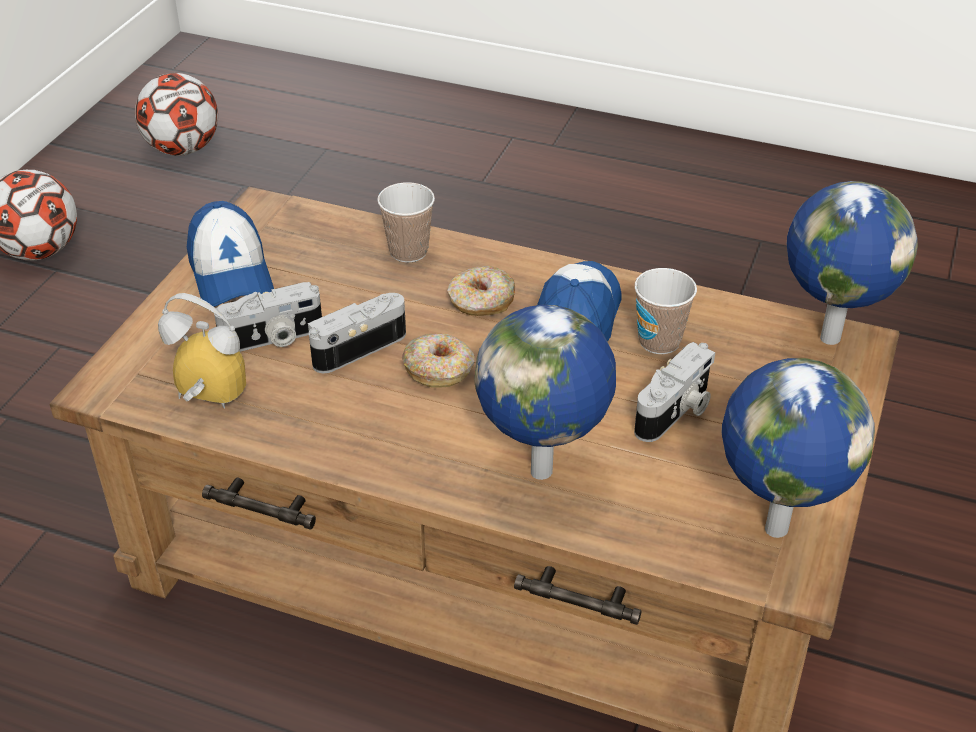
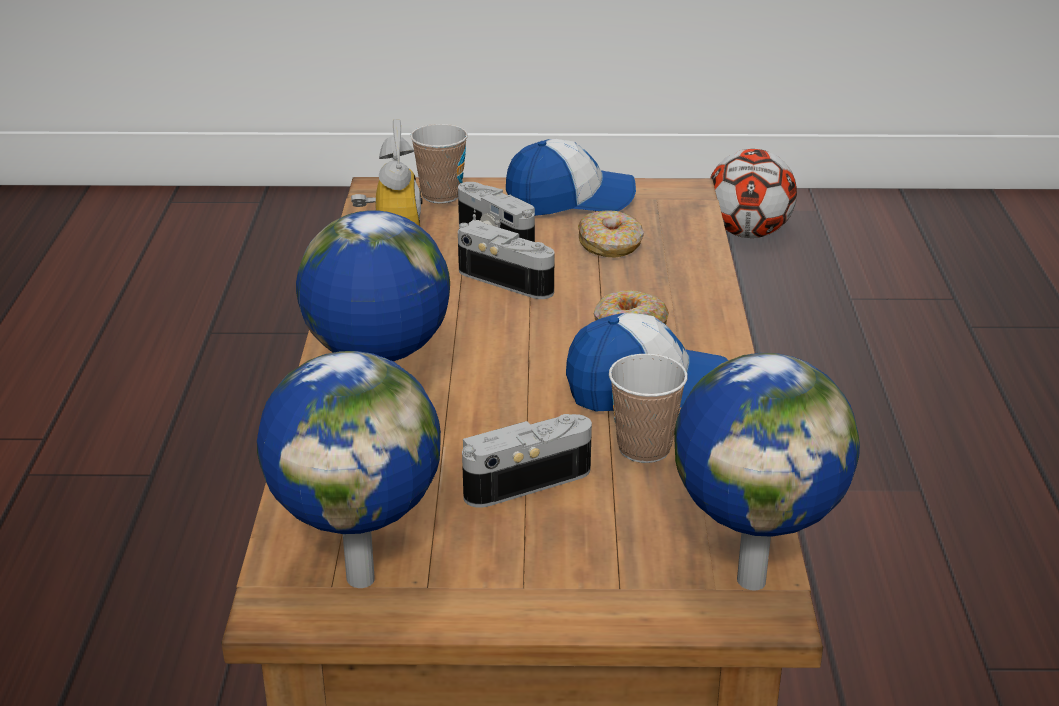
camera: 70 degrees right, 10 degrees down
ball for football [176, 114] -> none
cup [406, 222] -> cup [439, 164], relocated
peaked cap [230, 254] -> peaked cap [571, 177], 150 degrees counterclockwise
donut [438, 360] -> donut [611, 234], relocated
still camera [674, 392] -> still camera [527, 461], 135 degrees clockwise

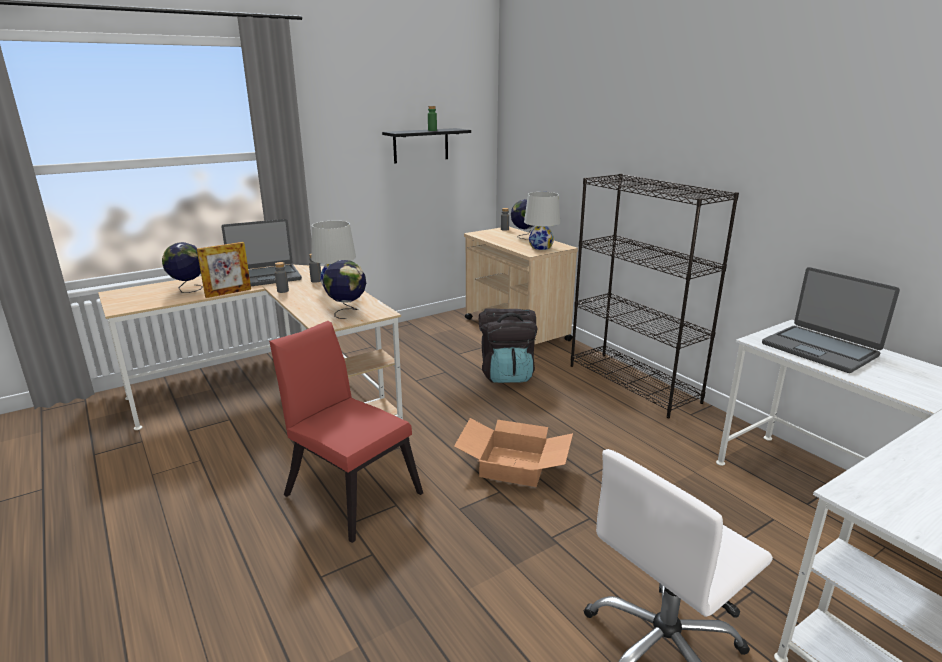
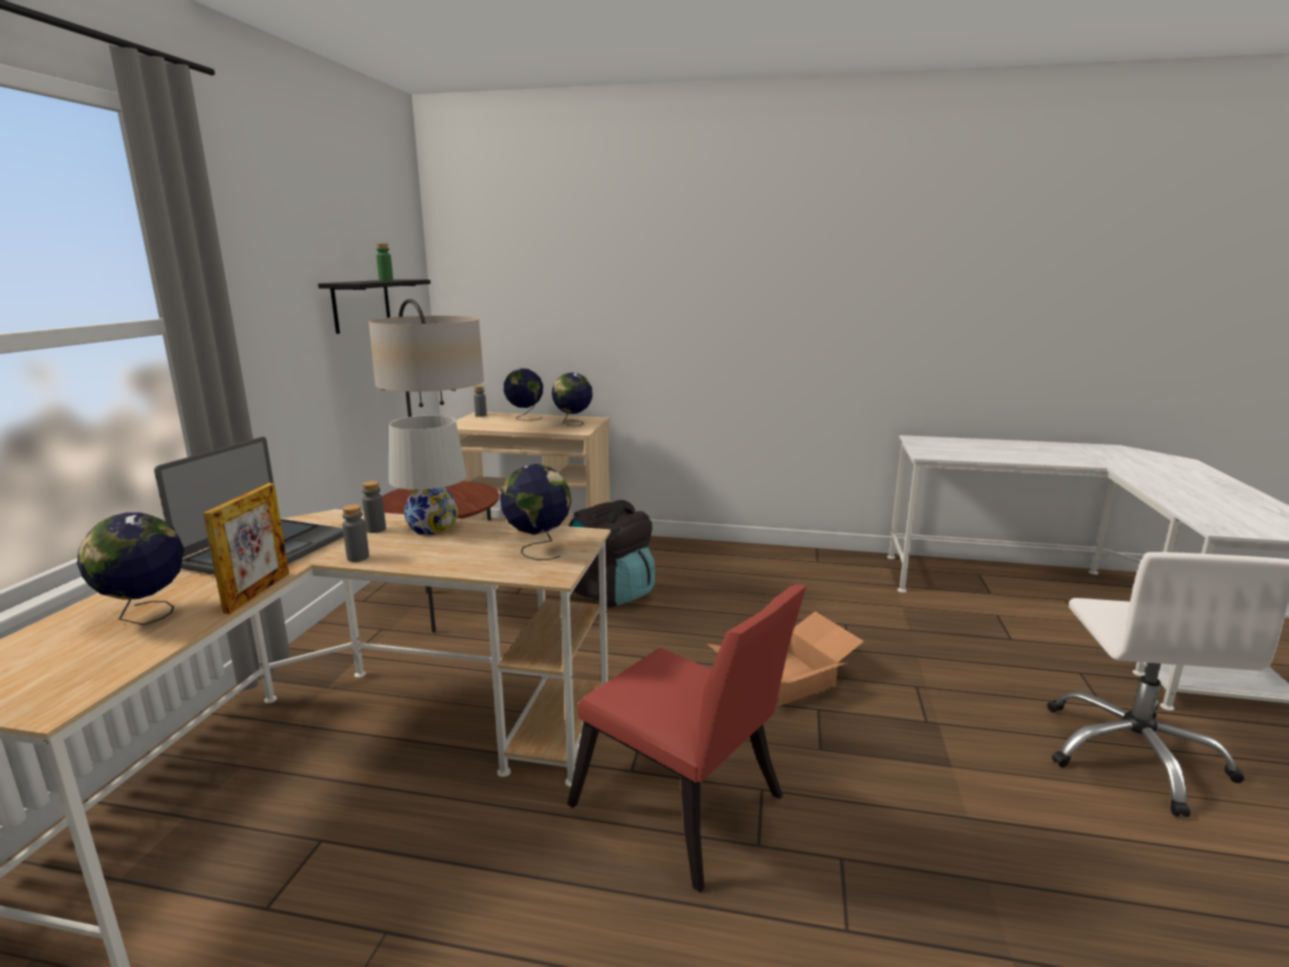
camera: 45 degrees left, 5 degrees down
blackish bookshelf [655, 296] -> none
white-coloured lamp for a table [542, 221] -> globe [572, 399]
portable computer [831, 320] -> none
red upright chair [346, 432] -> red upright chair [686, 738], 135 degrees counterclockwise
none -> standard lamp [434, 465]

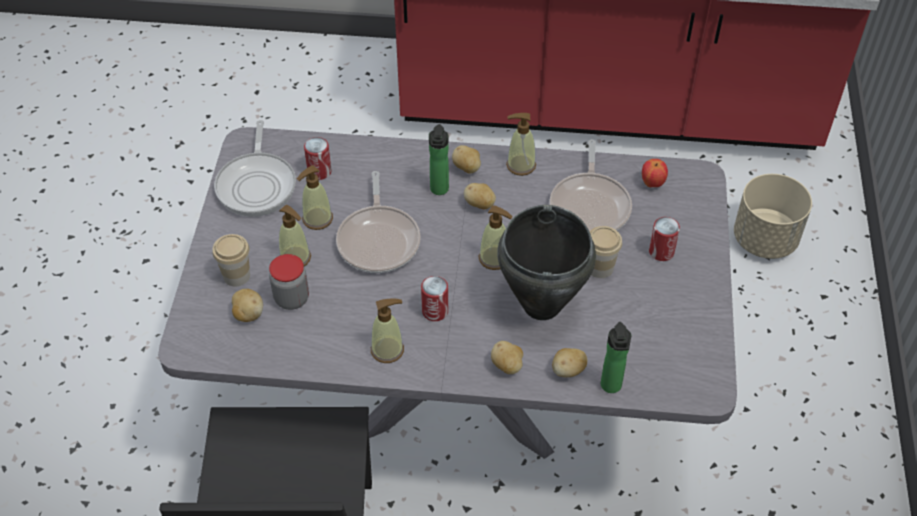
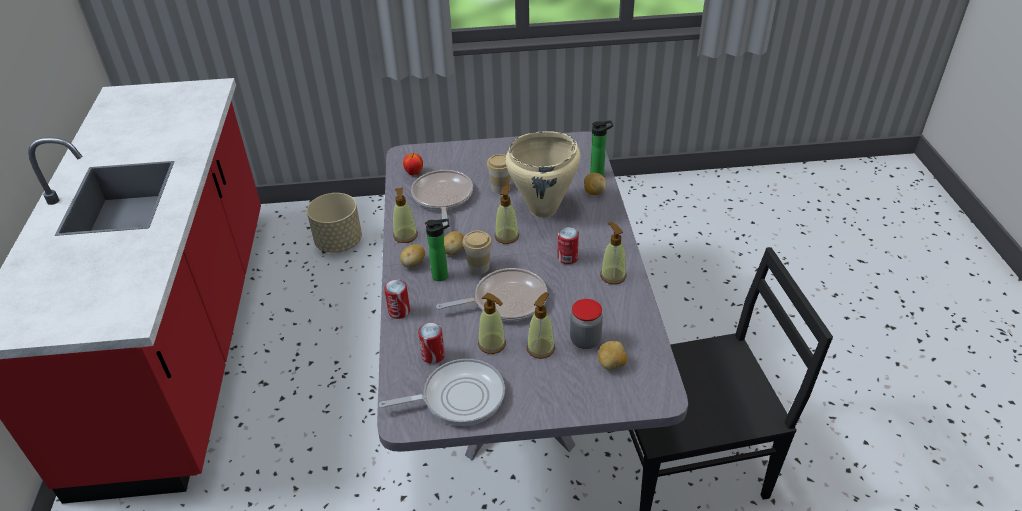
camera: 100 degrees left, 10 degrees down
pan [590, 186] -> pan [442, 198], 90 degrees counterclockwise
blackish stockpot [546, 262] -> sand-coloured stockpot [543, 174]
can [664, 239] -> can [397, 299], relocated
cup [231, 260] -> cup [477, 252], relocated
whole potato [507, 357] -> none

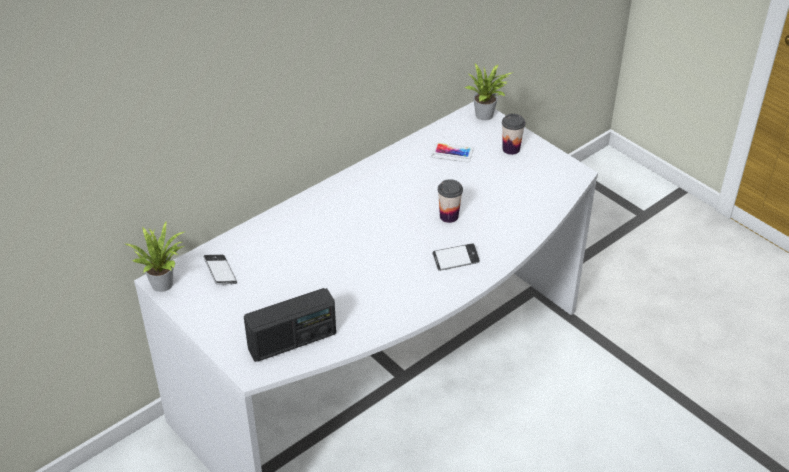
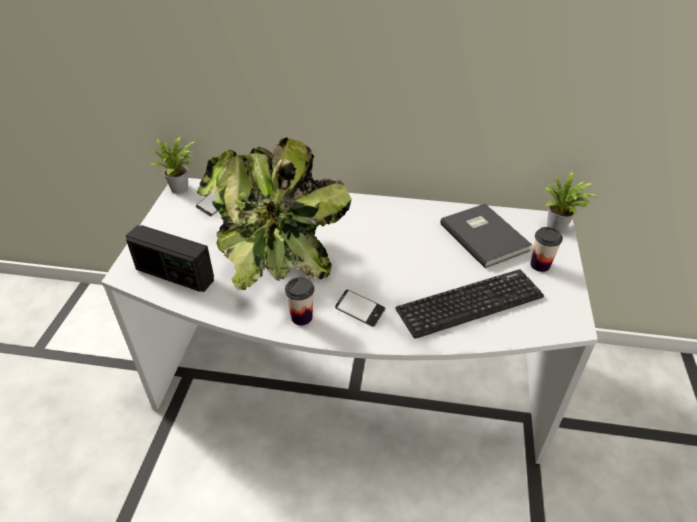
camera: 50 degrees right, 0 degrees up
telephone [452, 152] -> grey bound book [486, 236]
cup [450, 201] -> cup [299, 301], relocated
none -> houseplant [274, 213]
none -> keyboard [469, 304]

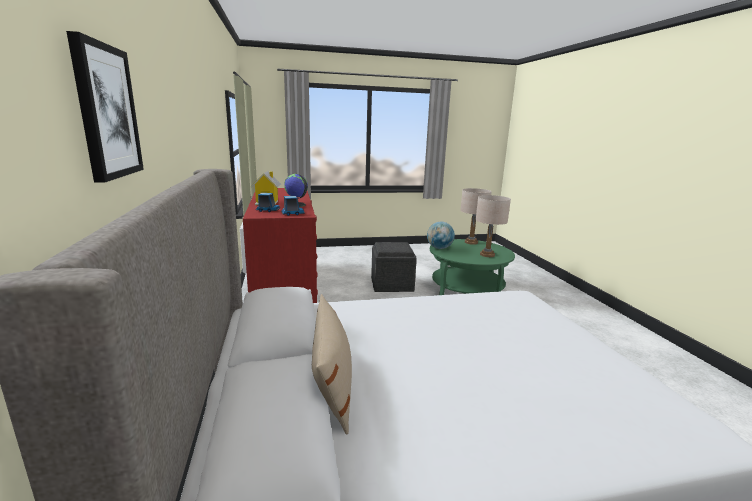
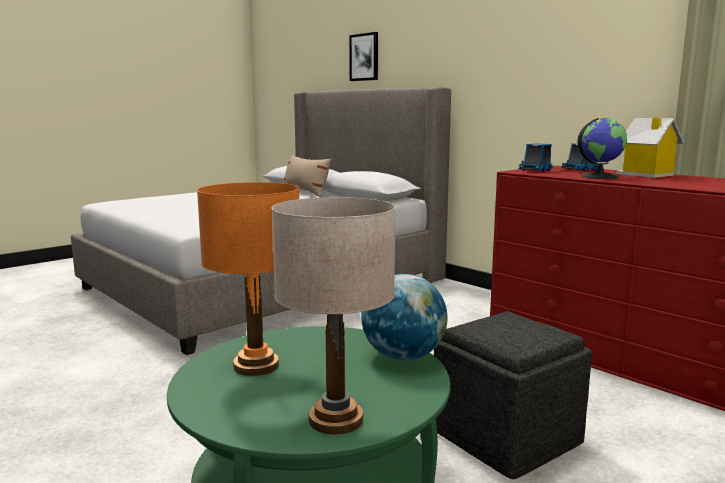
camera: 150 degrees right, 5 degrees down
sand-coloured lamp for a table [493, 226] -> orange lamp for a table [248, 279]

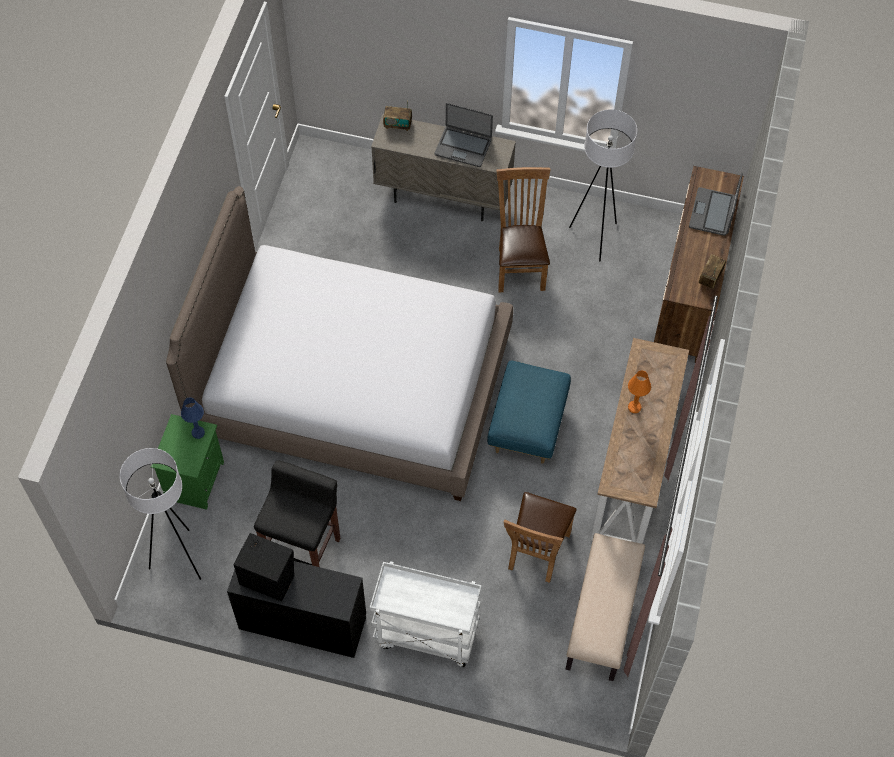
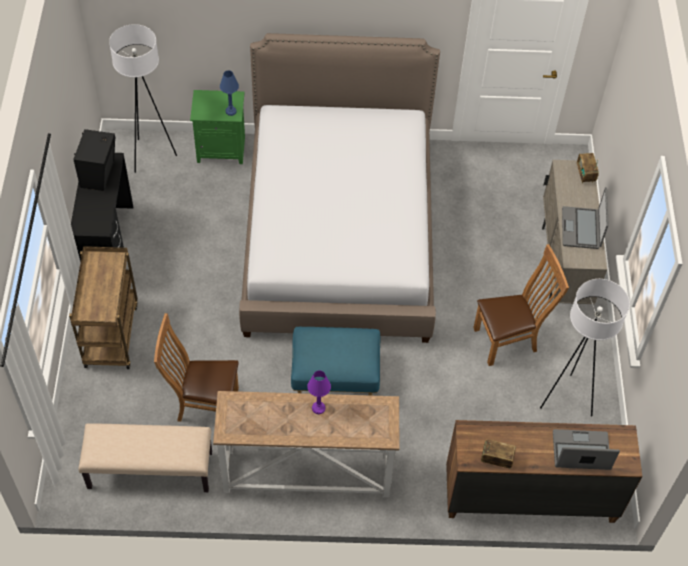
camera: 75 degrees right, 5 degrees down
orange lamp for a table [639, 392] -> purple-coloured lamp for a table [319, 392]
blackish stool [297, 513] -> none
white-coloured cart [426, 614] -> brown-coloured cart [103, 307]

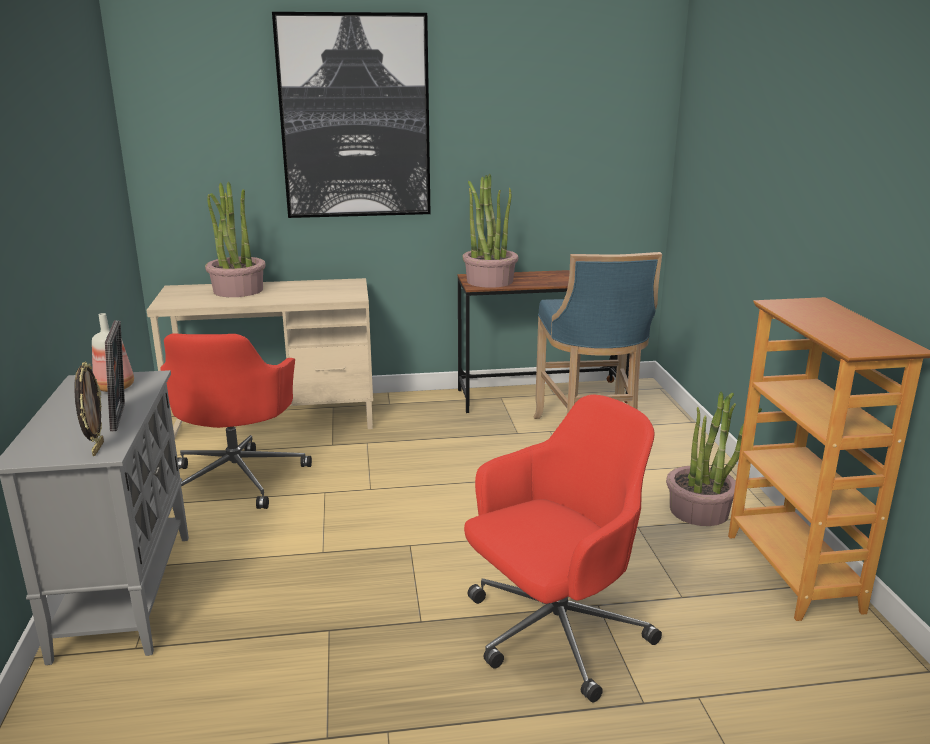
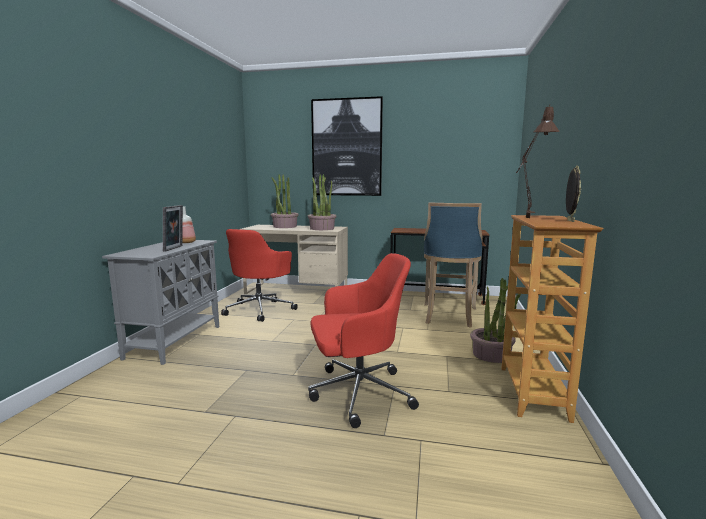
camera: 20 degrees right, 10 degrees down
houseplant [490, 231] -> houseplant [322, 202], relocated
photo frame [89, 408] -> photo frame [573, 194], relocated
none -> brown-coloured lamp for a table [538, 161]

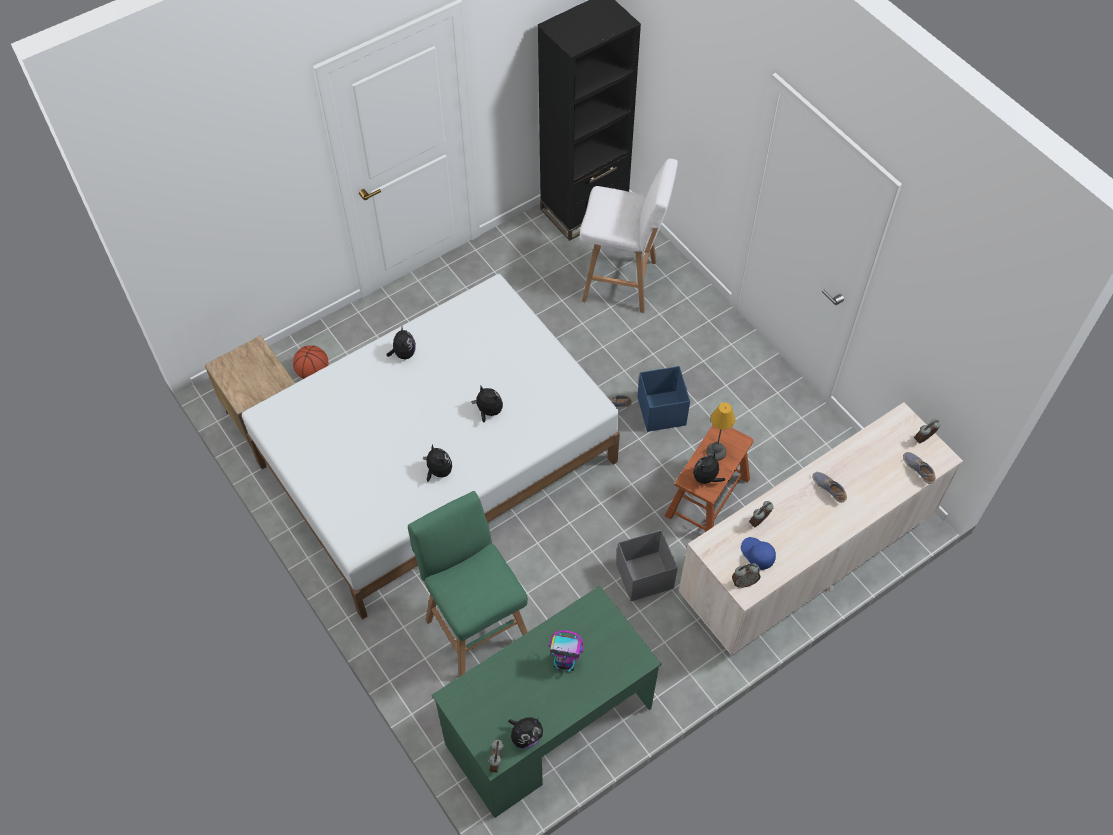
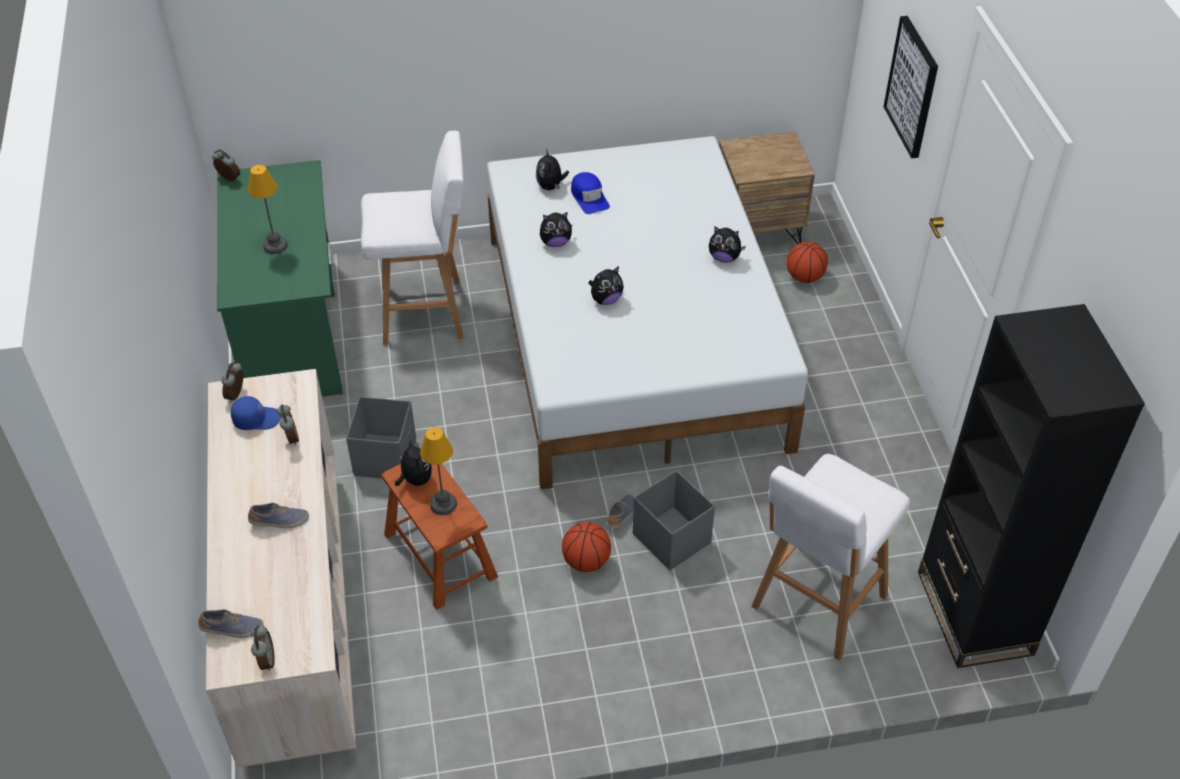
camera: 115 degrees right, 10 degrees down
blue storage container [663, 399] -> ball for basketball [586, 547]
greenish stool [468, 584] -> white-coloured stool [412, 238]
model robot [566, 651] -> lamp for a table [268, 209]
plush toy [525, 732] -> plush toy [552, 169], relocated
none -> wall picture [910, 87]
none -> blue peaked cap [590, 193]
none -> grey storage container [674, 520]

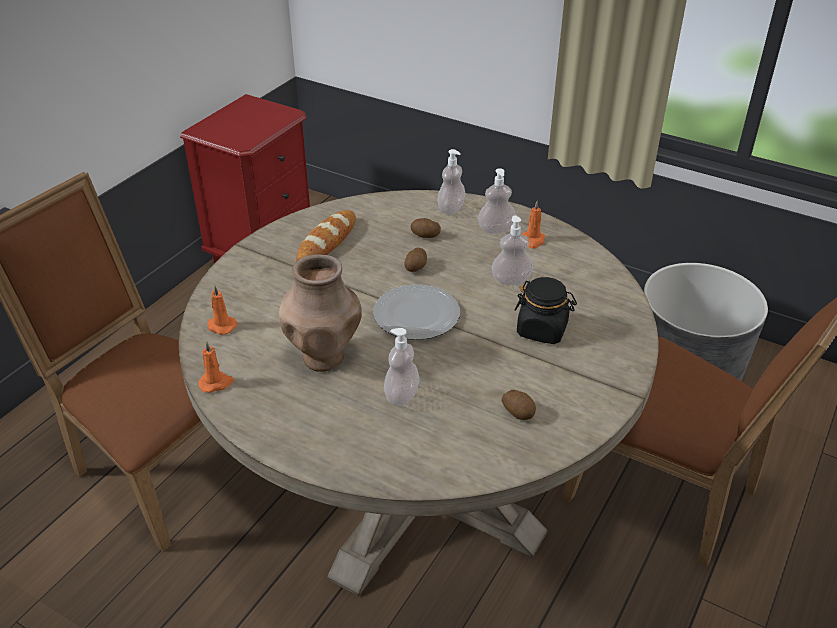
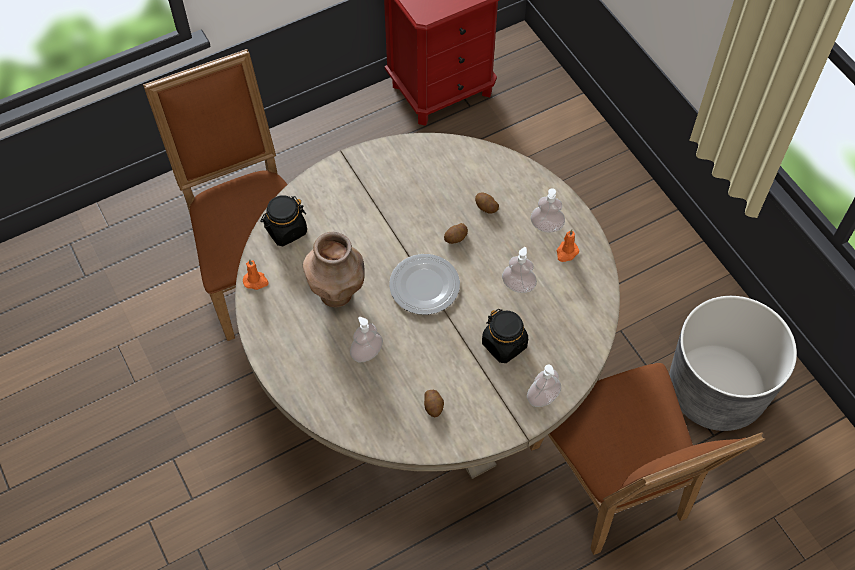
camera: 30 degrees right, 20 degrees up
soap bottle [451, 181] -> soap bottle [544, 386], relocated
baked bread [326, 236] -> none
orange wax light [222, 310] -> blackish preserve jar [283, 220]

